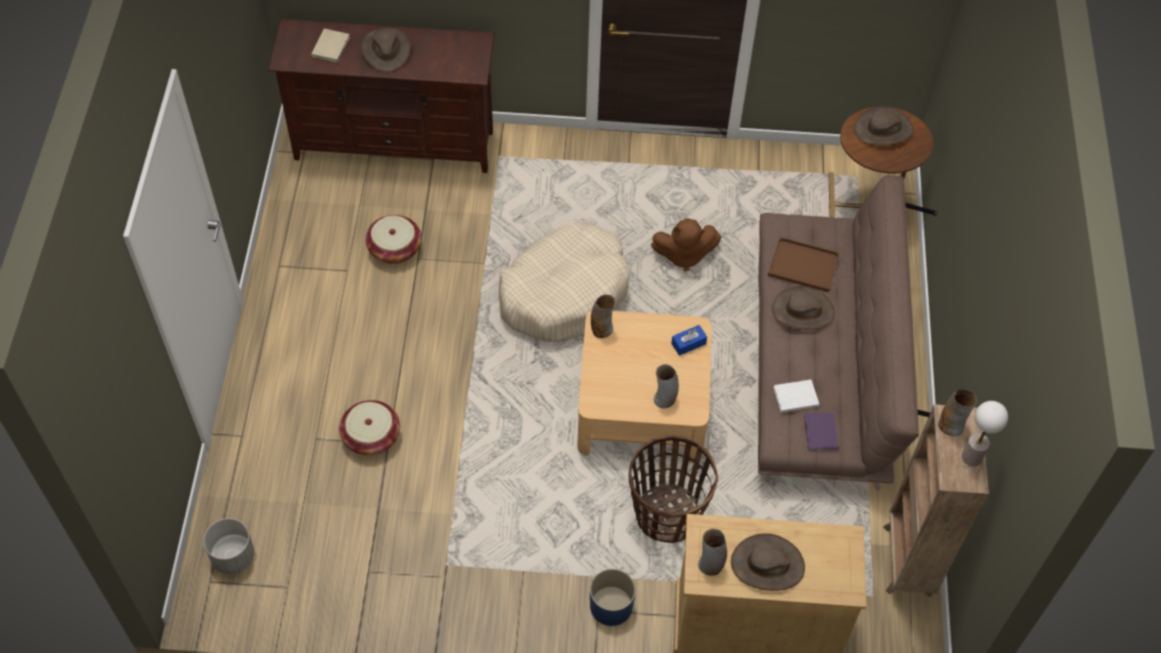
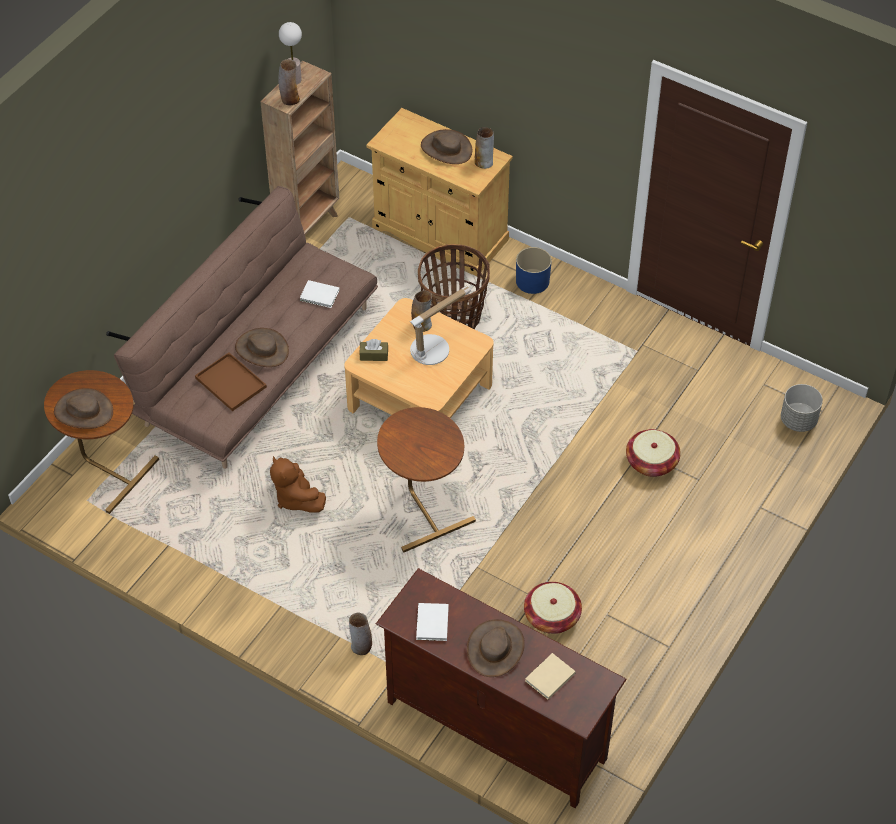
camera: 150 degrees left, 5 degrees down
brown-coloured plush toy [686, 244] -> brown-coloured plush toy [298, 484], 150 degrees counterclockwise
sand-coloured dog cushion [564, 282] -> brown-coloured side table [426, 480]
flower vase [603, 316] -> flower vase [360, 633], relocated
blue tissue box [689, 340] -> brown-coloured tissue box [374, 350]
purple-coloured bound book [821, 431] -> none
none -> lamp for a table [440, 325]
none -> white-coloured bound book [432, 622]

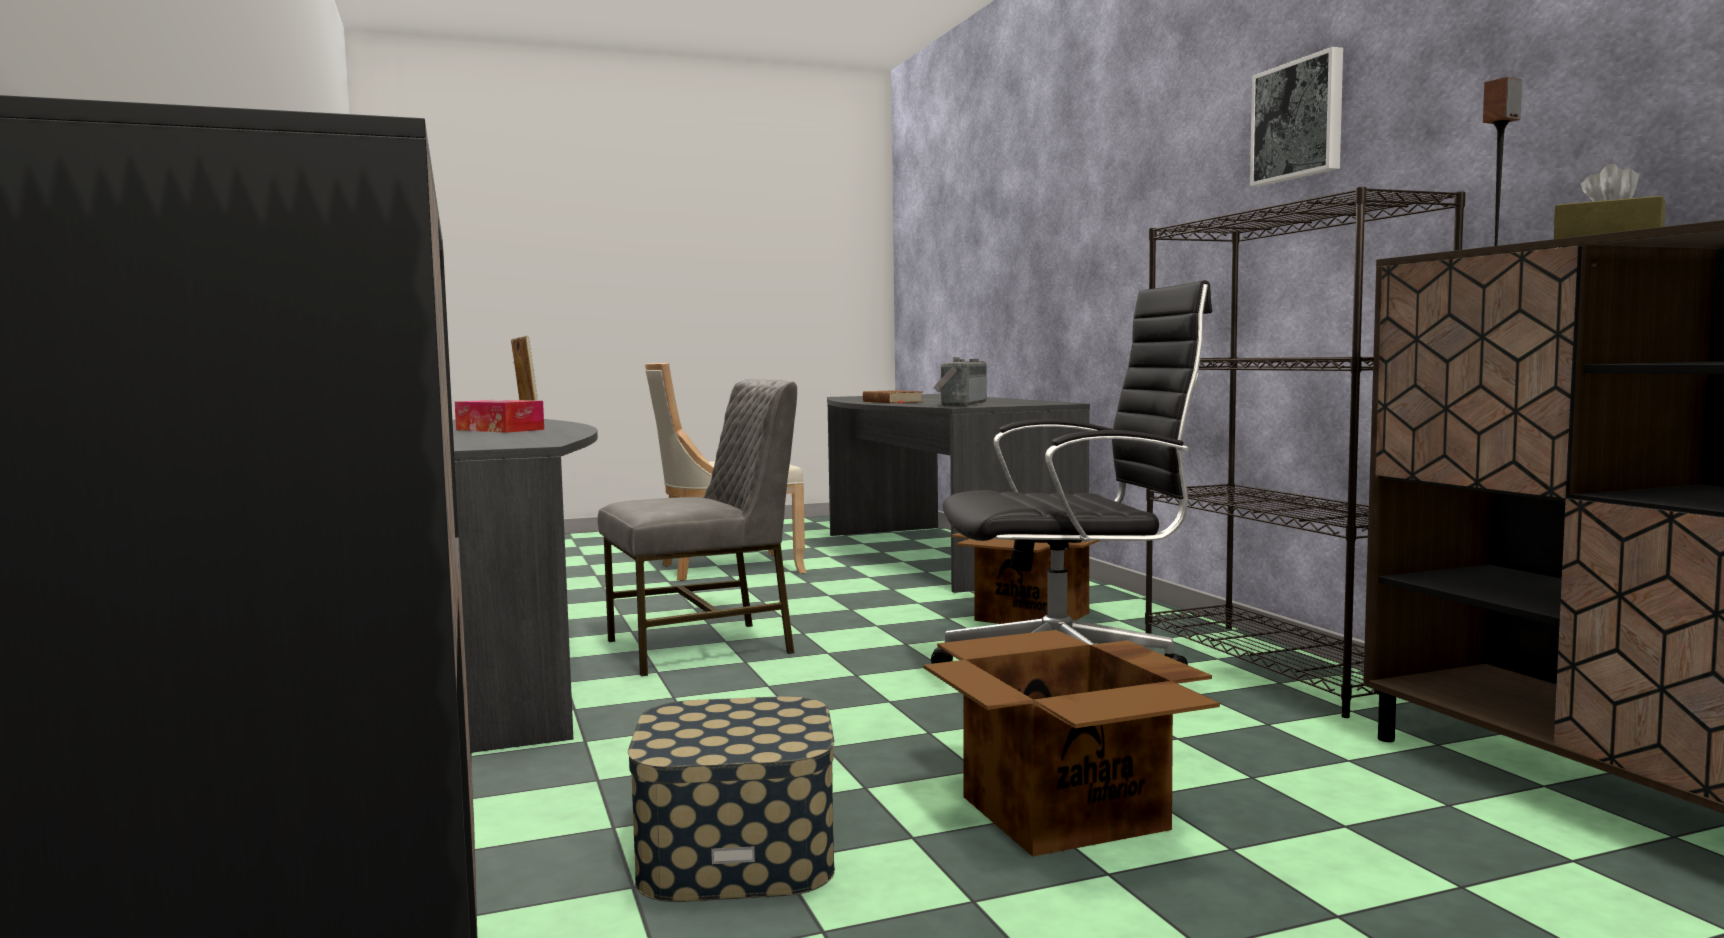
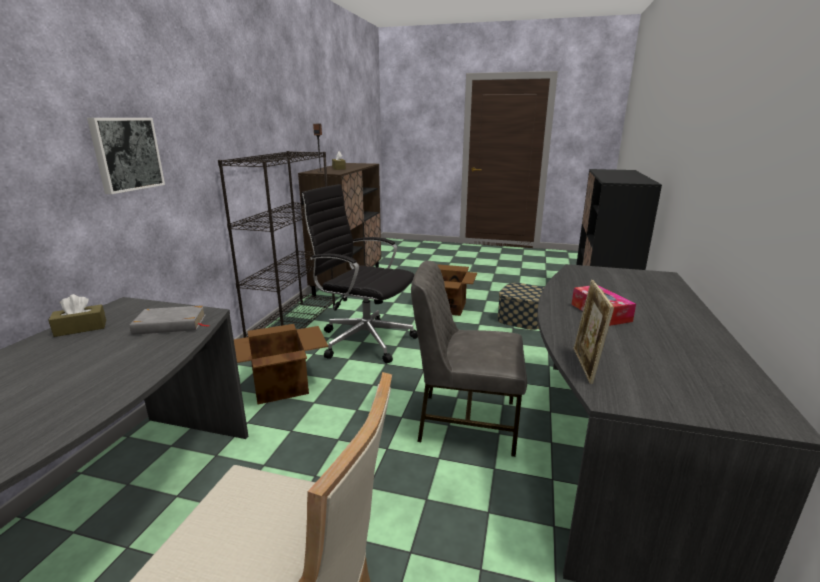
camera: 145 degrees left, 15 degrees up
wall picture [1296, 116] -> wall picture [126, 156], relocated
radio set [960, 382] -> grey bound book [170, 320]
brown-coloured bound book [893, 397] -> none
none -> brown-coloured tissue box [77, 315]

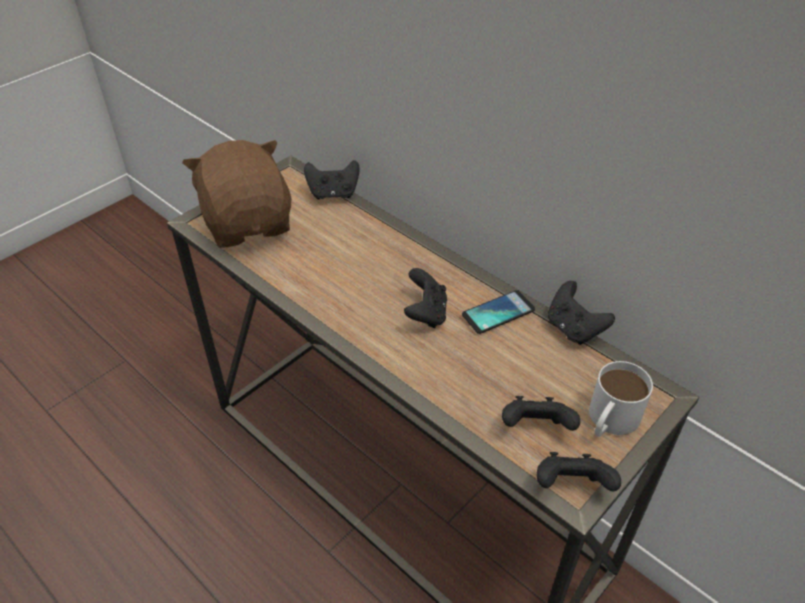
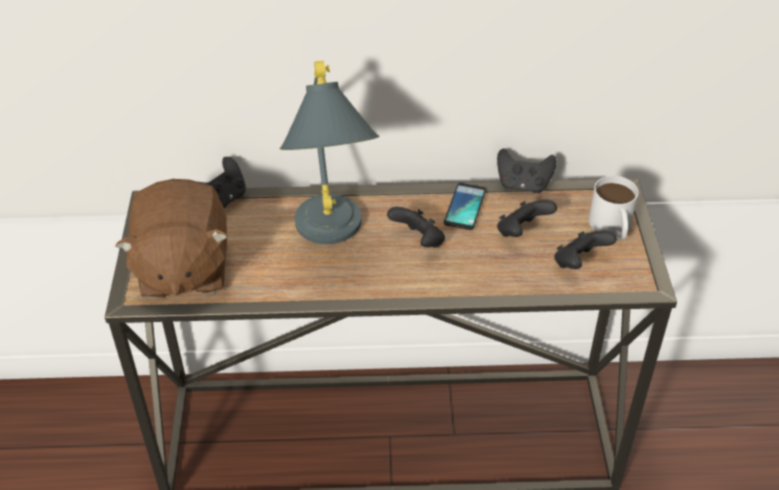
camera: 45 degrees left, 0 degrees up
brown-coloured plush toy [236, 194] -> brown-coloured plush toy [171, 239], 120 degrees counterclockwise
blackish joypad [579, 471] -> blackish joypad [527, 218], relocated
none -> grey lamp for a table [329, 152]

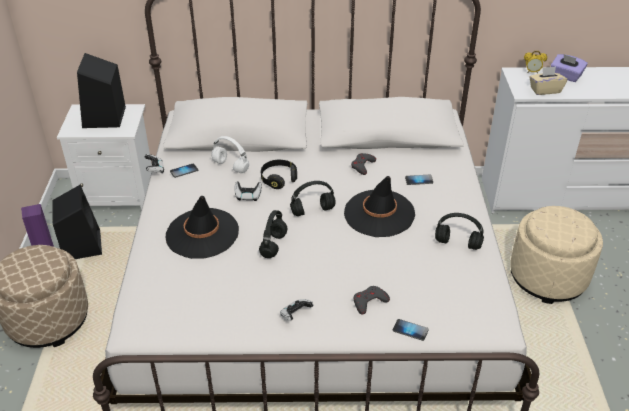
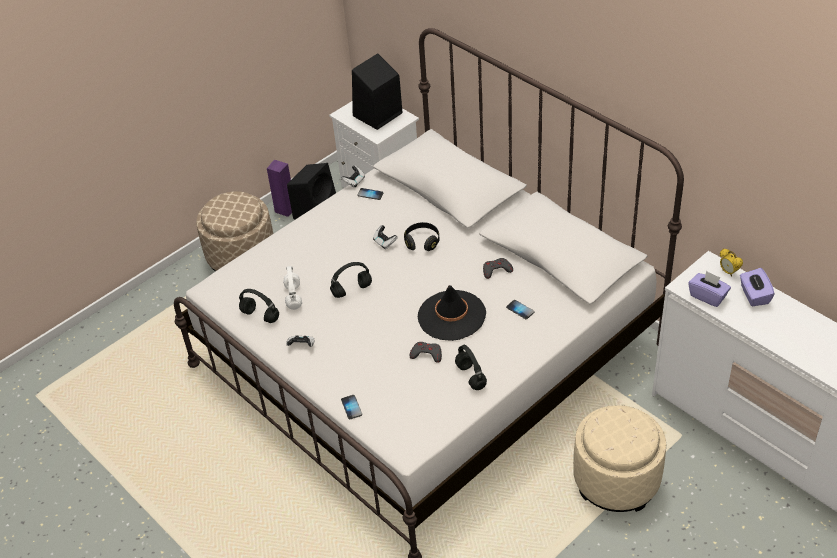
camera: 50 degrees right, 5 degrees up
sand-coloured tissue box [548, 81] -> purple-coloured tissue box [709, 289]
white-coloured headset [230, 154] -> white-coloured headset [292, 288], relocated
blackish headset [313, 198] -> blackish headset [259, 306], relocated
blackish hat [202, 227] -> none
grey joypad [372, 300] -> grey joypad [425, 352], relocated

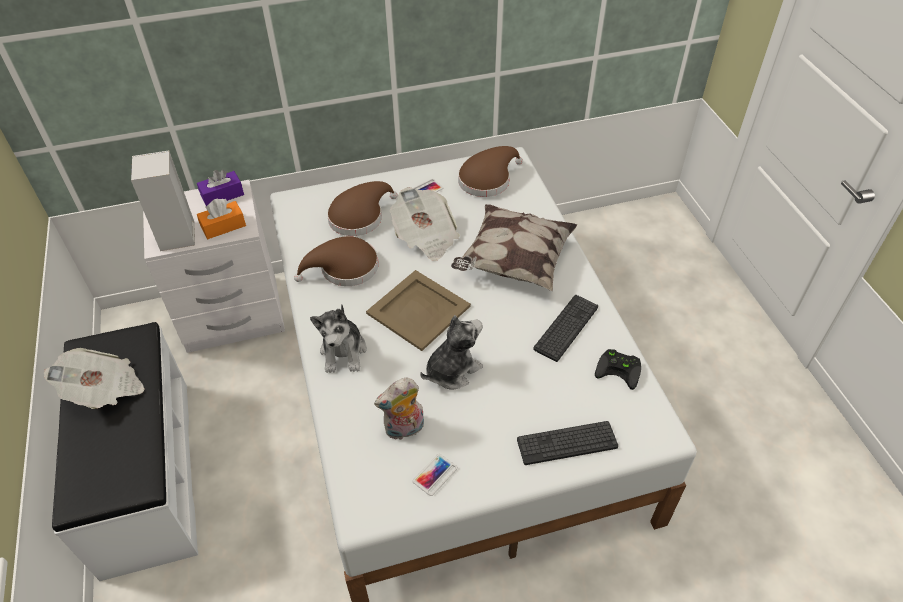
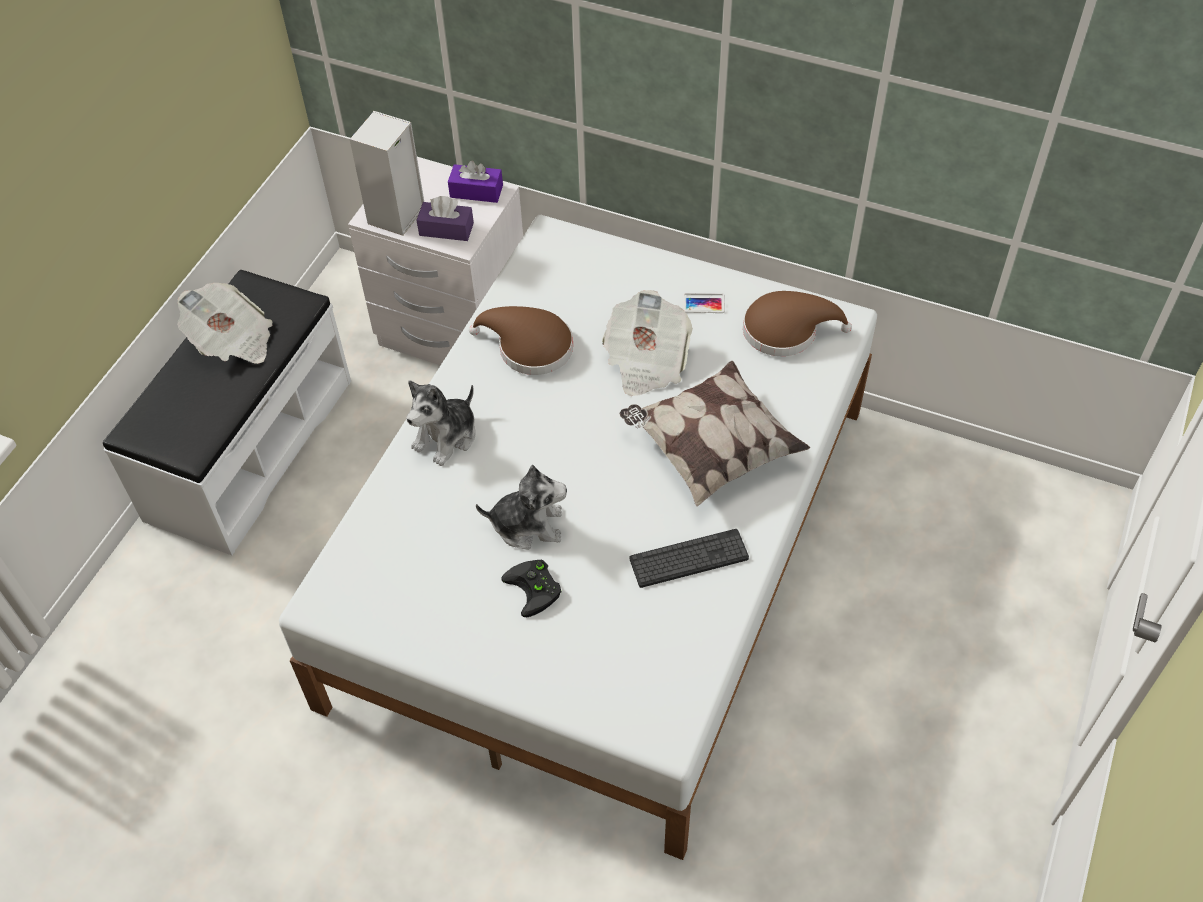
camera: 40 degrees right, 5 degrees up
brown-coloured hat [362, 208] -> none
orange tissue box [221, 219] -> purple-coloured tissue box [445, 218]
sand-coloured serving tray [418, 310] -> none
blackish joypad [618, 369] -> blackish joypad [531, 588], relocated
plush toy [399, 409] -> none
keyboard [567, 443] -> none
telephone [435, 475] -> none

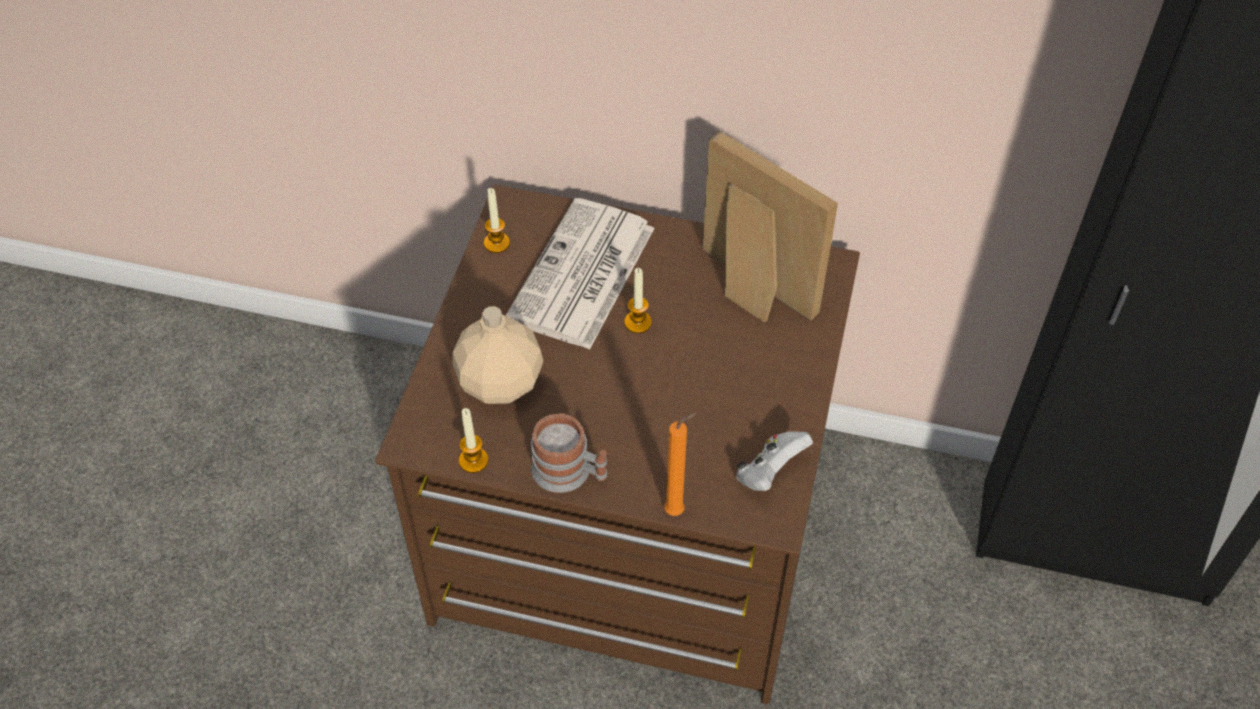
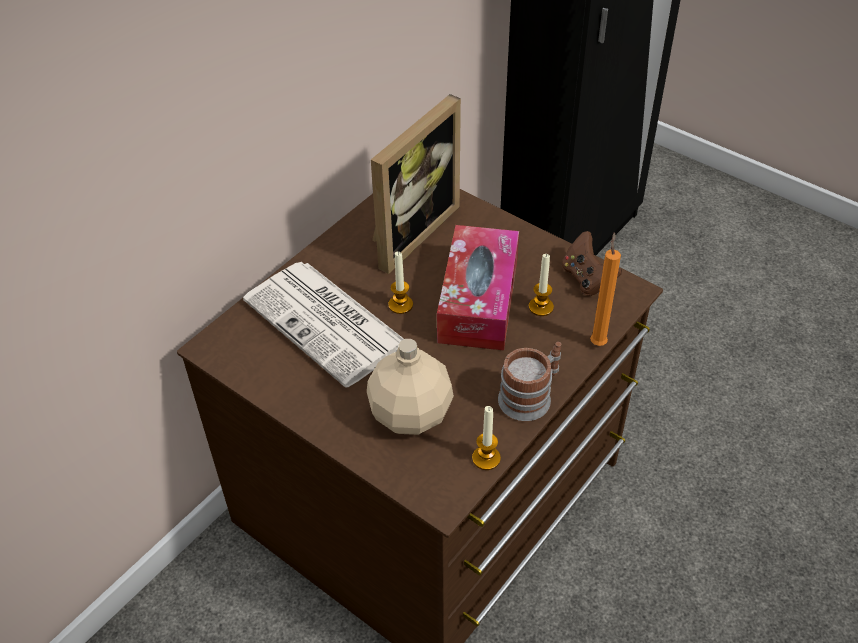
camera: 65 degrees left, 5 degrees down
photo frame [770, 227] -> photo frame [416, 184], 150 degrees clockwise
wax light [497, 220] -> wax light [541, 285], relocated
white-coloured joypad [775, 461] -> brown-coloured joypad [592, 263]
none -> tissue box [478, 288]

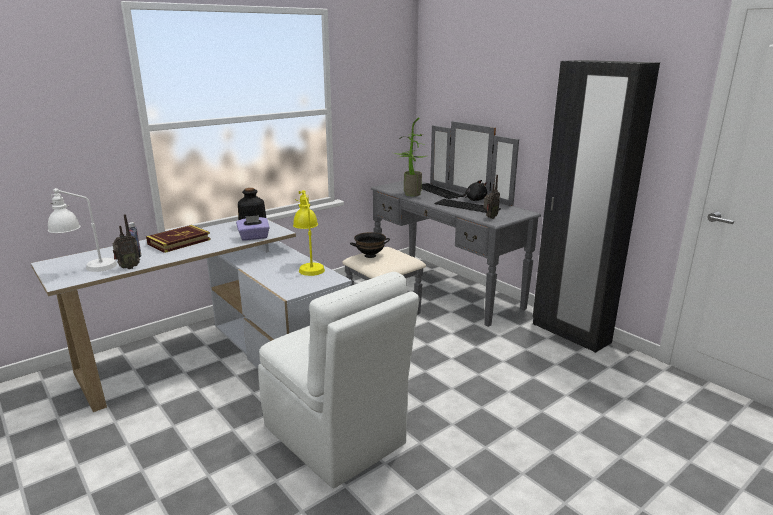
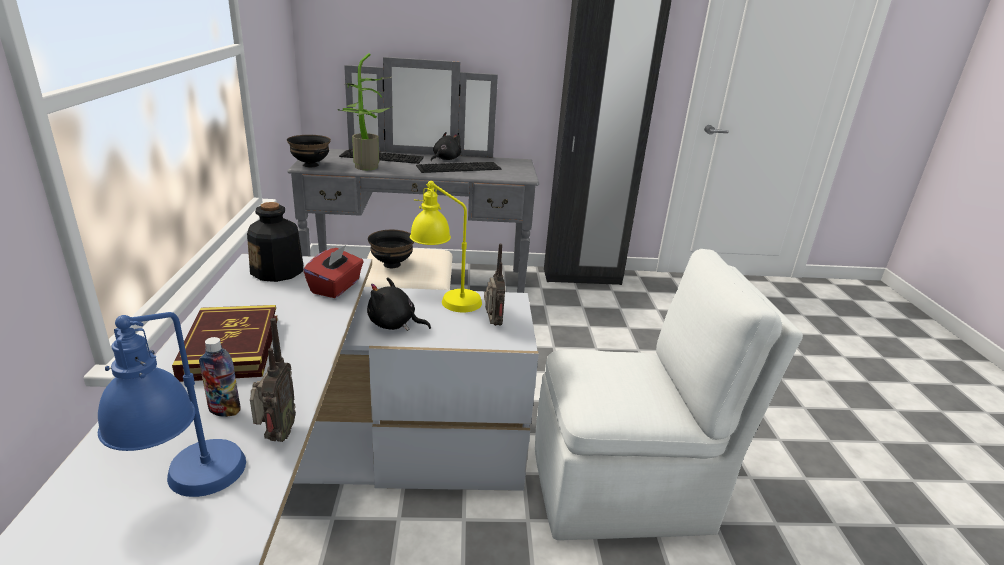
camera: 55 degrees left, 5 degrees up
radio set [492, 197] -> radio set [494, 285], relocated
white-coloured lamp for a table [82, 230] -> blue lamp for a table [172, 404]
purple-coloured tissue box [253, 228] -> red tissue box [333, 271]
none -> blackish bowl [309, 151]
none -> blackish plush toy [399, 304]

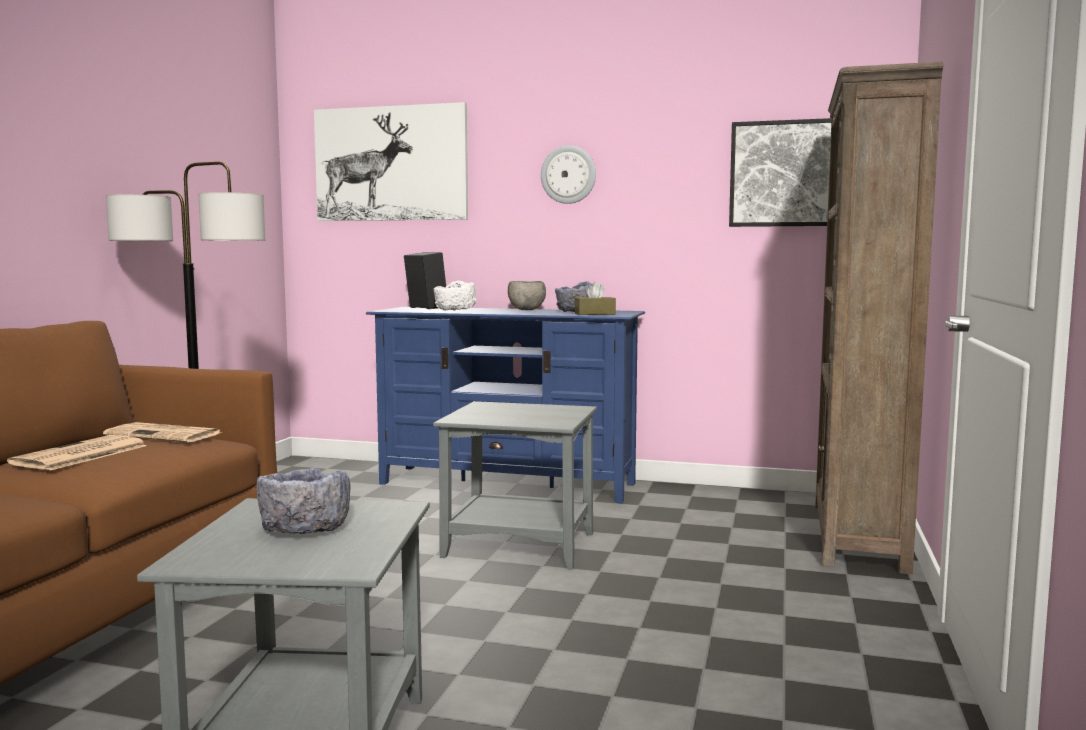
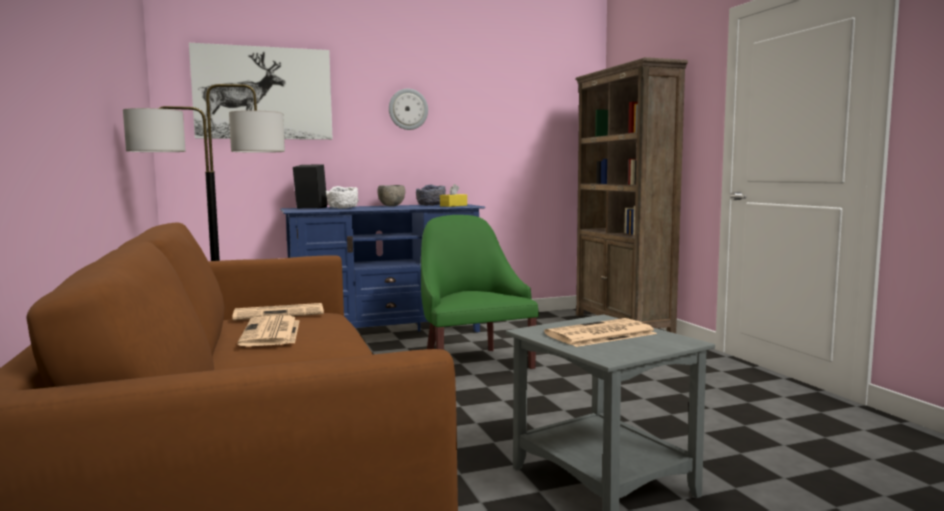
camera: 35 degrees left, 0 degrees up
wall picture [780, 172] -> none
brown-coloured tissue box [595, 298] -> yellow tissue box [453, 195]
grey side table [515, 485] -> greenish armchair [480, 292]
grey bowl [304, 501] -> newspaper [600, 332]

